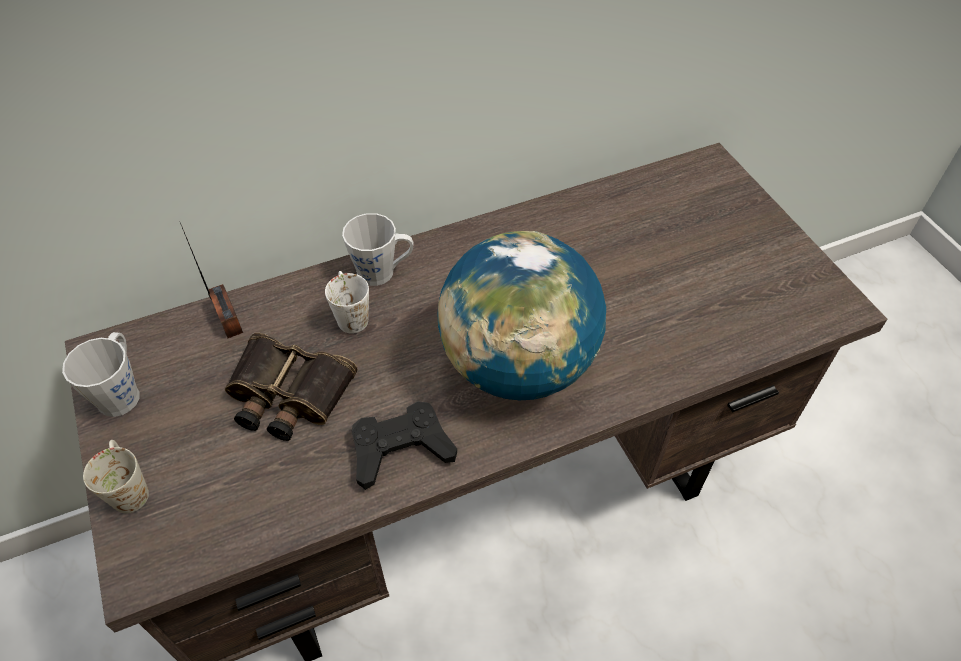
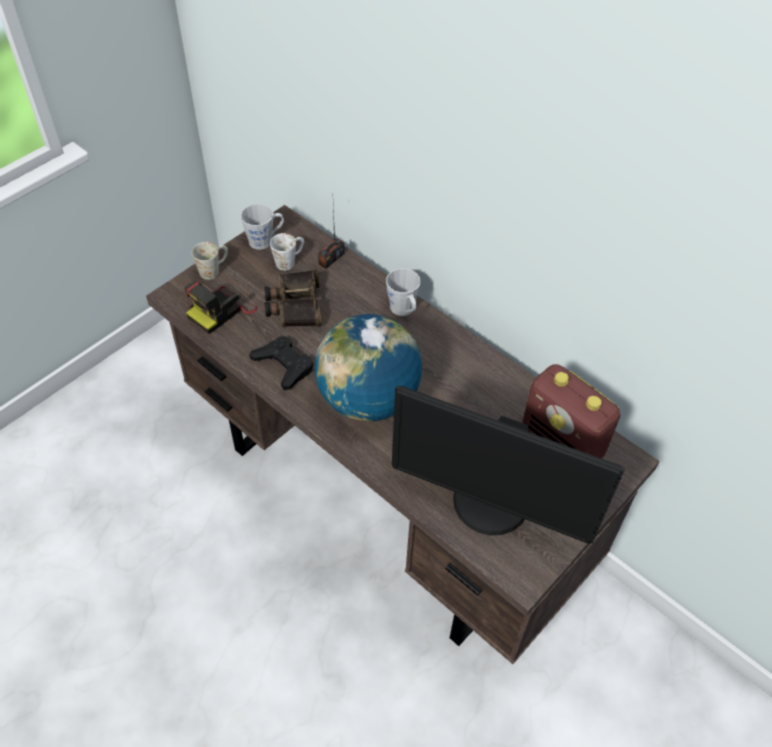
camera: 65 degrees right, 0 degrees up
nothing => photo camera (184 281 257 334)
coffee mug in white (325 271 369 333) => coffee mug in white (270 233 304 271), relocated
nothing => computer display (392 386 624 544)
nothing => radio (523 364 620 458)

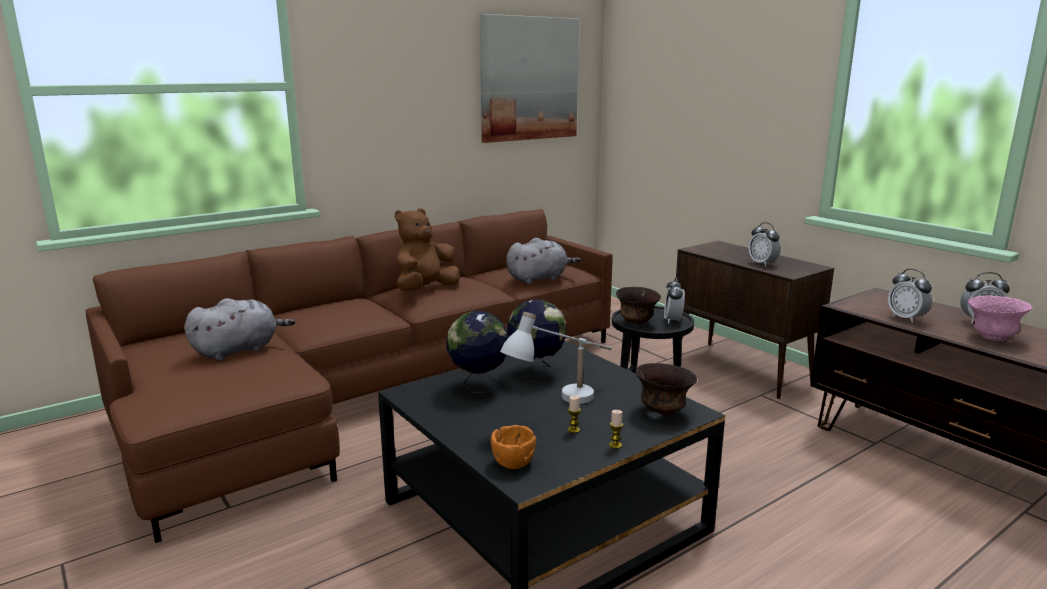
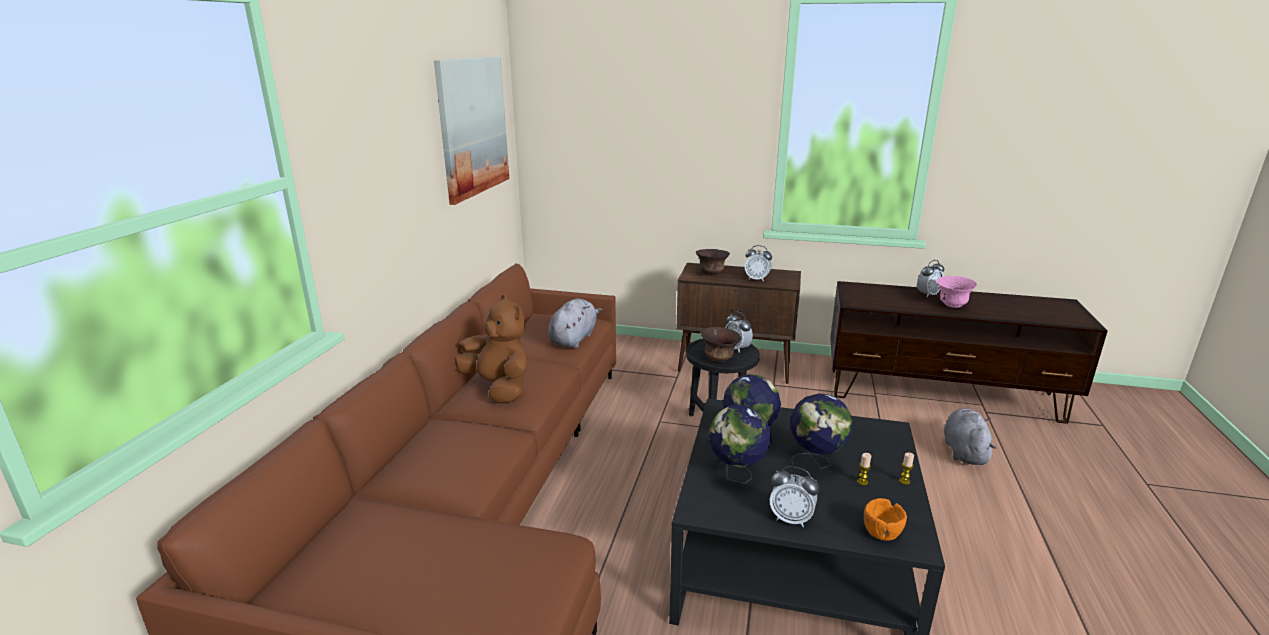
camera: 40 degrees left, 5 degrees up
cuddly toy in brownish (395 208 460 291) => cuddly toy in brownish (455 295 527 402), 135 degrees clockwise
bowl in brownish (635 363 697 416) => bowl in brownish (696 249 730 275), relocated
alarm clock (888 269 932 323) => alarm clock (770 466 819 527), relocated
lamp for a table in white (500 311 612 404) => desk globe (791 393 853 469)
cuddly toy in grey (184 298 295 361) => cuddly toy in grey (944 408 996 465), relocated

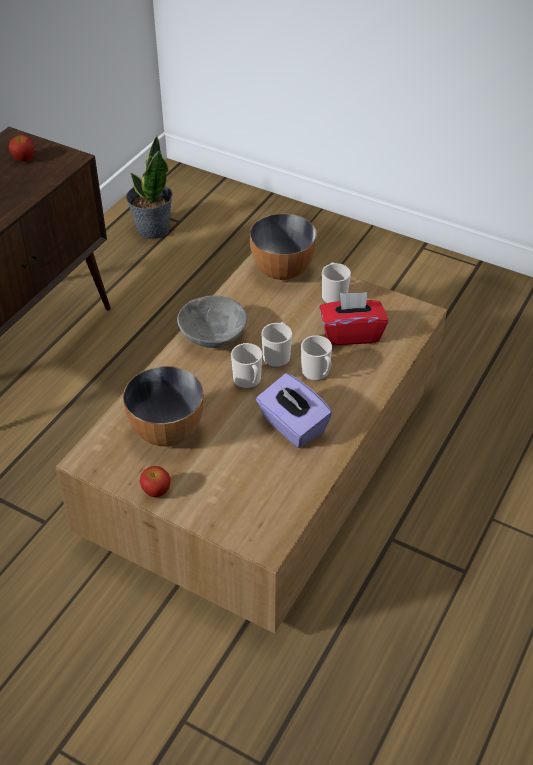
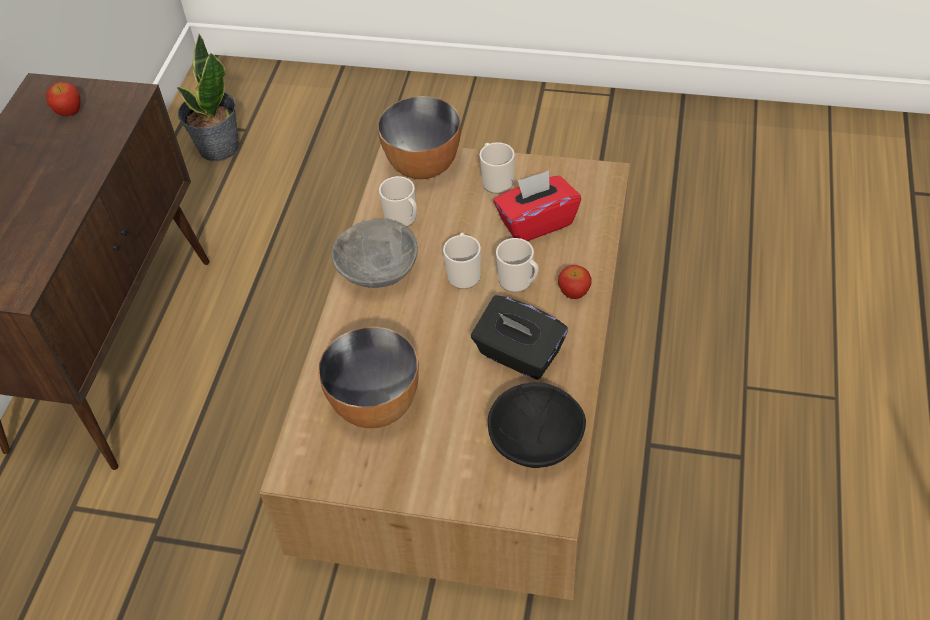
camera: 15 degrees left, 5 degrees up
coffee mug (231 343 262 389) => coffee mug (379 176 417 227), relocated
box of tissues in purple (256 373 332 448) => box of tissues in black-coloured (471 295 568 380)
nothing => bowl in black-coloured (488 382 586 468)
whole apple (140 466 171 497) => whole apple (558 265 592 299), relocated

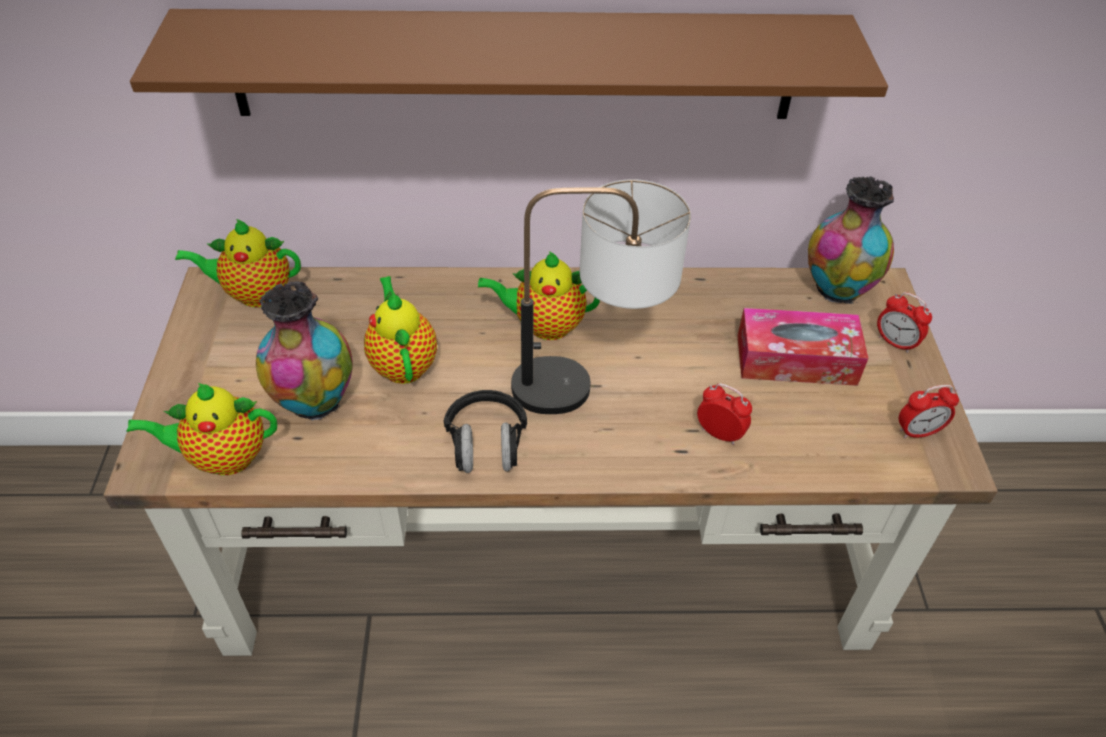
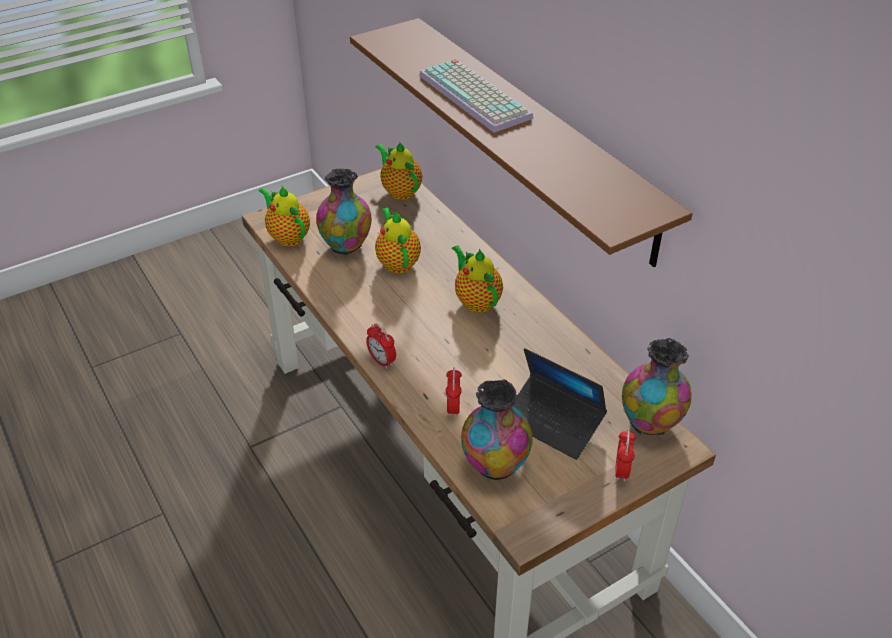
camera: 60 degrees right, 5 degrees down
alarm clock (899 385 959 439) => alarm clock (366 324 396 369), relocated
tea pot (364 276 437 384) => tea pot (375 208 421 274), 60 degrees counterclockwise
nothing => computer keyboard (419 59 533 132)
nothing => decorative vase (461 380 533 481)
box of tissues (737 308 868 386) => notebook computer (512 348 607 460)
headphones in black-coloured (444 390 527 473) => nothing
lamp for a table (511 179 691 414) => nothing

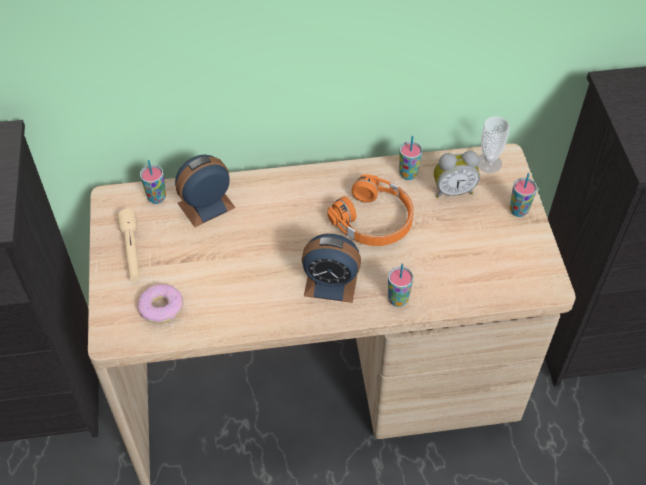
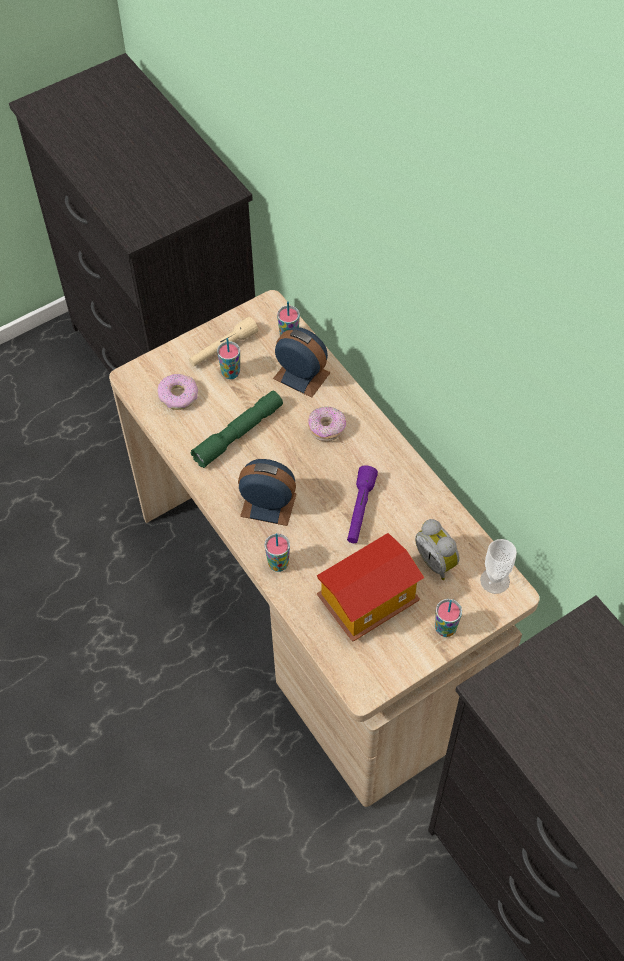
camera: 65 degrees right, 5 degrees up
nothing => flashlight in green (191 391 283 468)
cup (399 136 423 180) => cup (217 338 240 379), relocated
alarm clock (302 234 361 303) => alarm clock (238 459 297 526), 120 degrees clockwise
nothing => donut (308 406 346 441)
nothing => miniature house (317 533 424 641)
headphones in orange-coloured (327 174 414 246) => flashlight in purple (347 465 378 543)

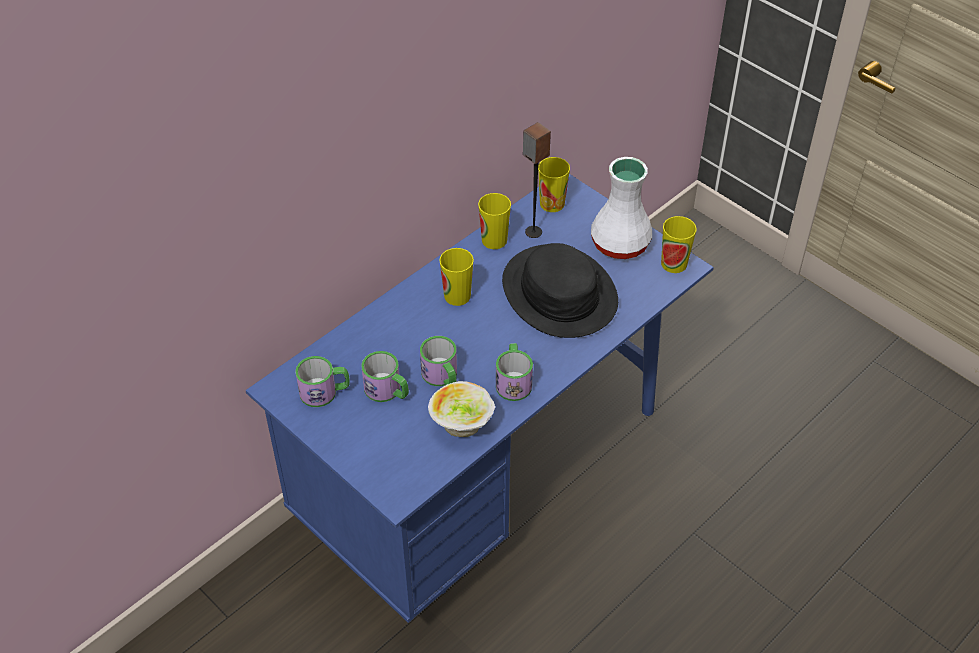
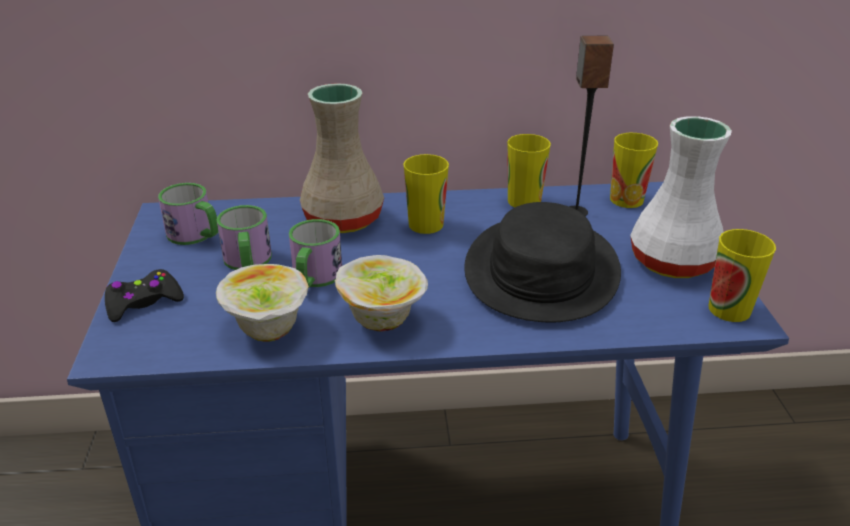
camera: 40 degrees right, 15 degrees down
nothing => joypad in black-coloured (105 269 184 322)
nothing => decorative vase in sand-coloured (300 83 384 233)
coffee mug (496 343 533 401) => bowl (335 255 428 331)

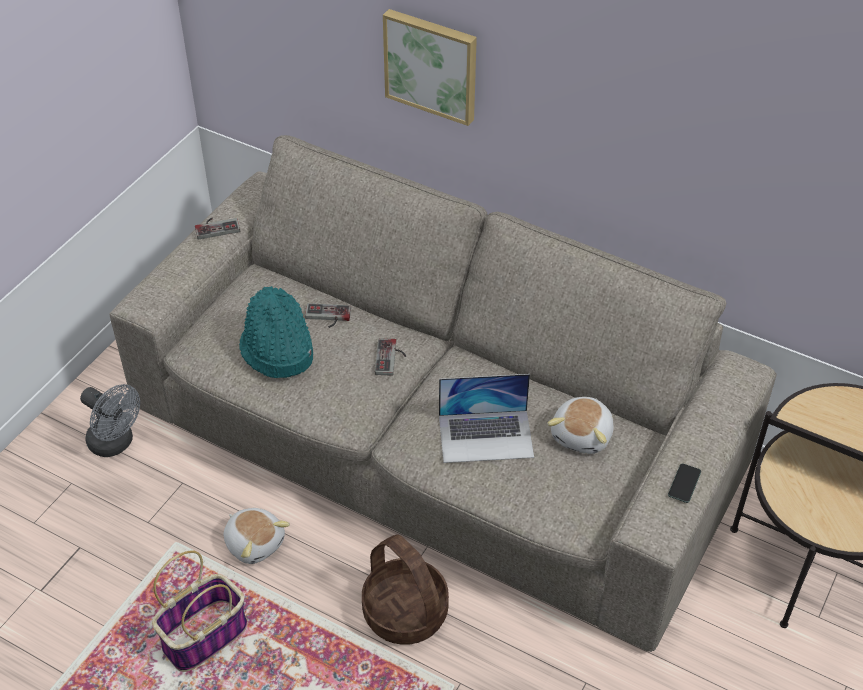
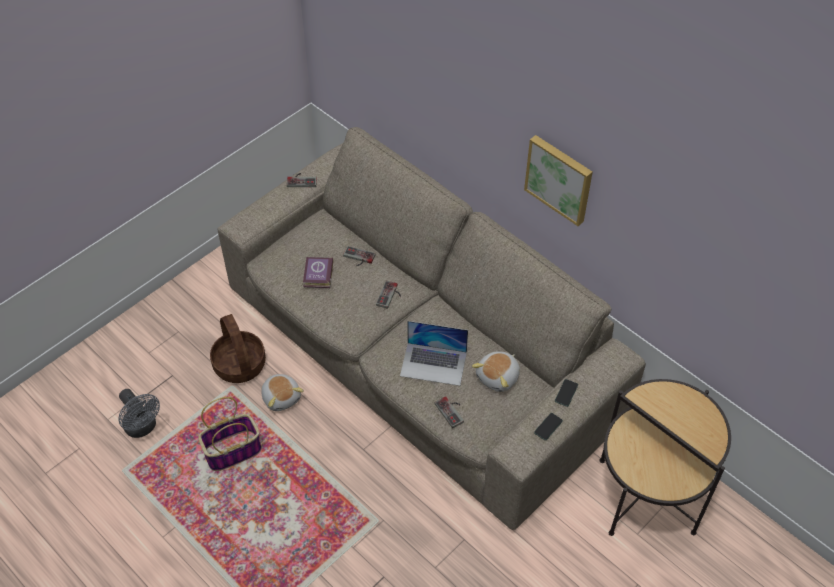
camera: 15 degrees right, 5 degrees up
cooling fan in grey (80 384 140 457) => cooling fan in grey (118 389 160 438), relocated
storage basket (362 534 449 645) => storage basket (210 314 266 383), relocated
clothing hat in blue-green (239 286 313 378) => volume (303 257 334 288)
nothing => joypad (435 396 464 428)
wall picture (383 9 477 126) => wall picture (524 135 593 226), relocated
nothing => phone (555 379 578 407)

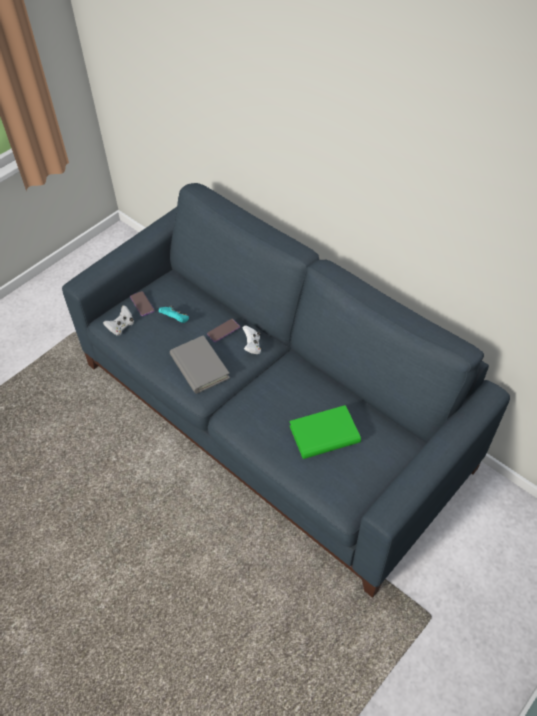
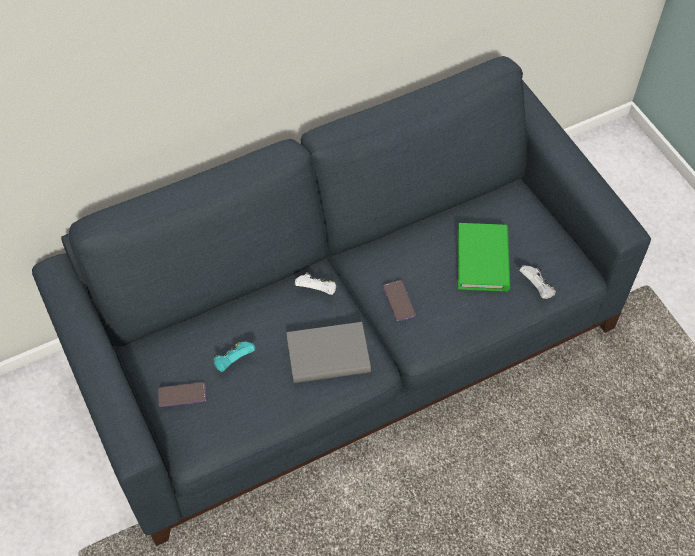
camera: 70 degrees left, 5 degrees up
phone (207 319 240 342) => phone (383 280 416 321), relocated
joypad in white (103 305 134 336) => joypad in white (519 266 556 299), relocated

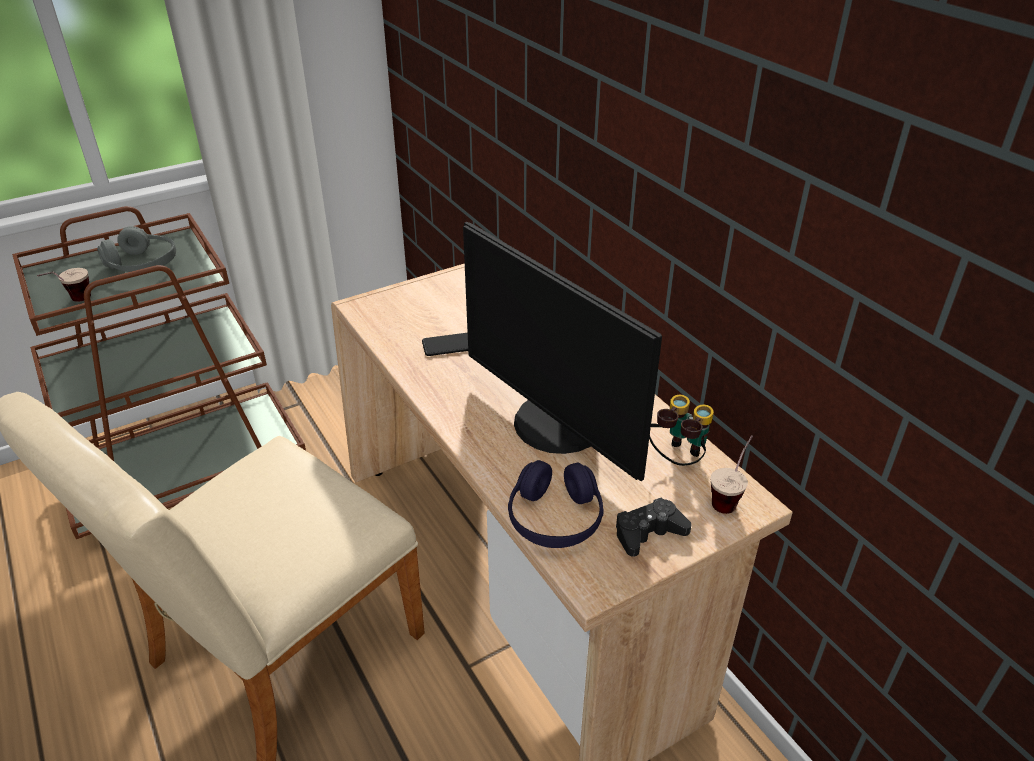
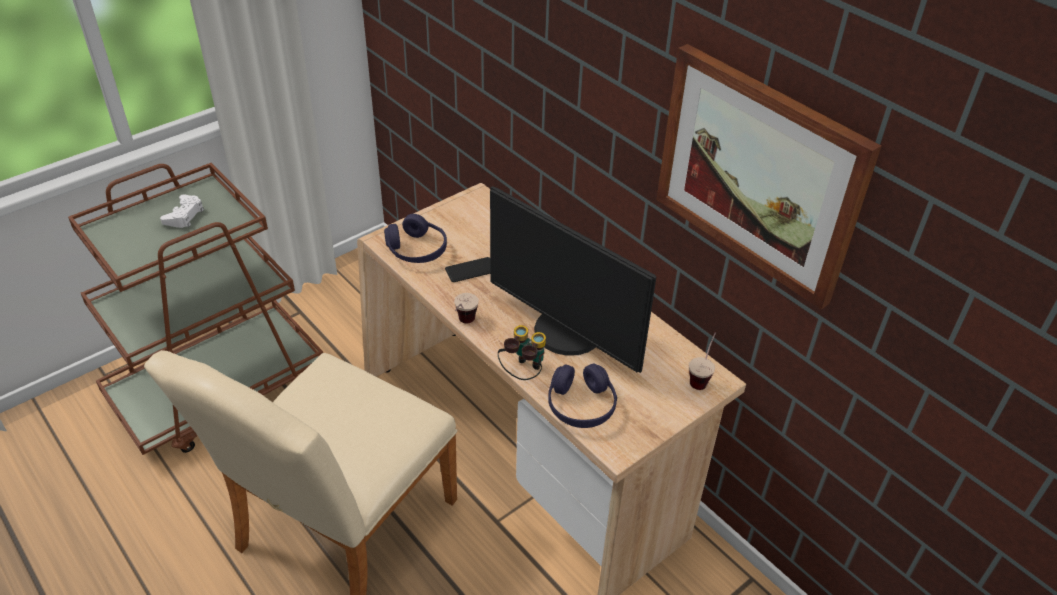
camera: 10 degrees left, 5 degrees up
headphones in grey (97 226 176 272) => joypad in white (160 194 204 228)
nothing => headphones in purple (384 214 447 263)
cup (37 268 91 302) => cup (454 293 479 323), relocated
field glasses (649 395 714 466) => field glasses (498 325 546 380), relocated
nothing => wall picture (657 44 881 309)
joypad in black-coloured (616 498 692 557) => nothing

